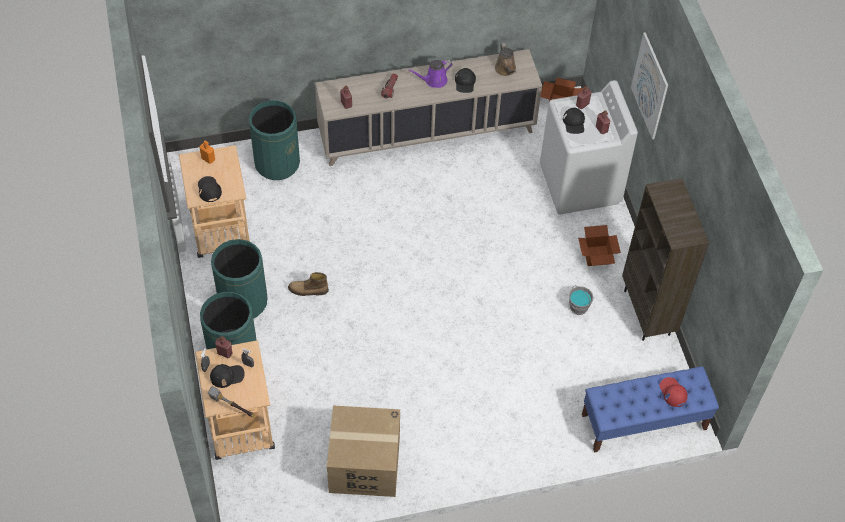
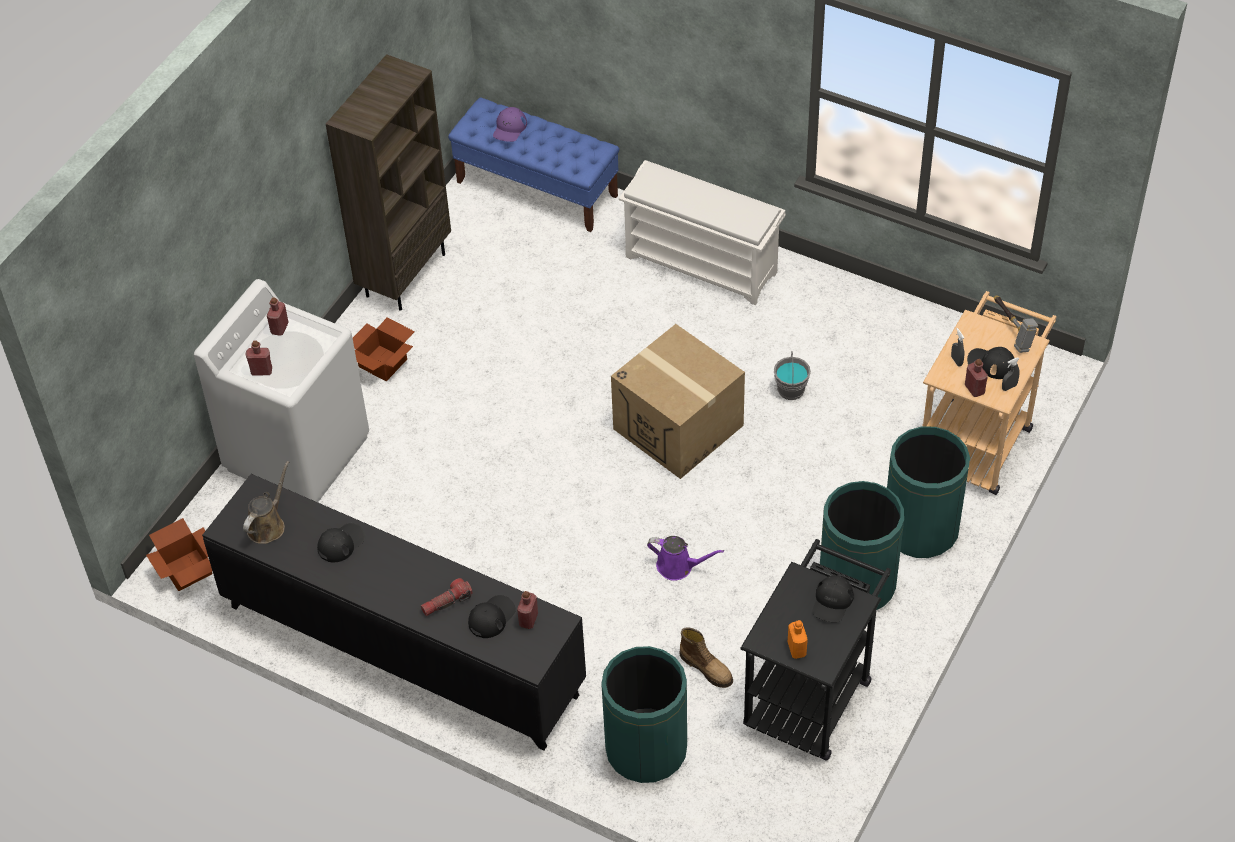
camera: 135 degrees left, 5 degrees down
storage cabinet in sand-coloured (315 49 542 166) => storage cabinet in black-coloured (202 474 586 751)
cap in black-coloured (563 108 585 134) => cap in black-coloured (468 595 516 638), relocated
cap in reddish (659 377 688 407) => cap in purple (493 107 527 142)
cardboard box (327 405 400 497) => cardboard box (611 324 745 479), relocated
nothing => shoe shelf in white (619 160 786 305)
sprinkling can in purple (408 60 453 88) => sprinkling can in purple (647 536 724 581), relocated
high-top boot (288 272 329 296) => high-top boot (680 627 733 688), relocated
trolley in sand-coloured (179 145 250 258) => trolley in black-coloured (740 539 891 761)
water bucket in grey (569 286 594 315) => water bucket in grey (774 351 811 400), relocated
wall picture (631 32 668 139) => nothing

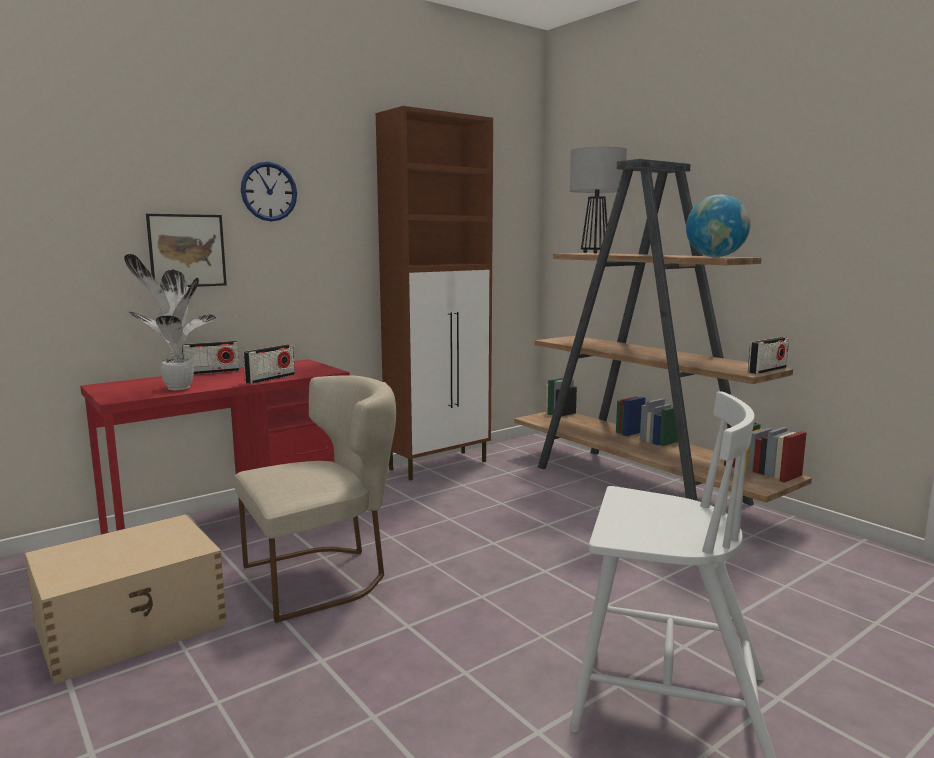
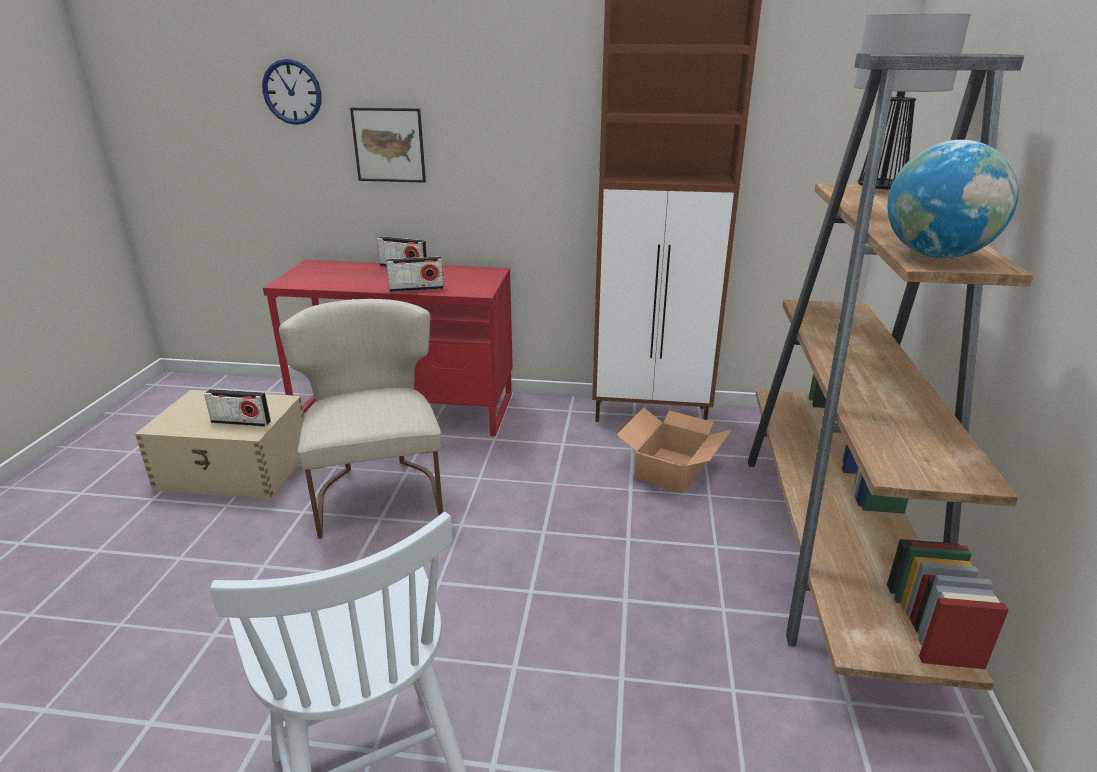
camera: 45 degrees right, 15 degrees up
radio (748 337 789 374) => radio (204 389 271 427), relocated
hanging clock (241 162 297 221) => hanging clock (262 59 321 125), relocated
chair in sand-coloured (234 375 396 623) => chair in sand-coloured (279 299 443 539), 120 degrees counterclockwise
nothing => cardboard box (617 407 732 494)
plant in a pot (124 254 216 390) => nothing

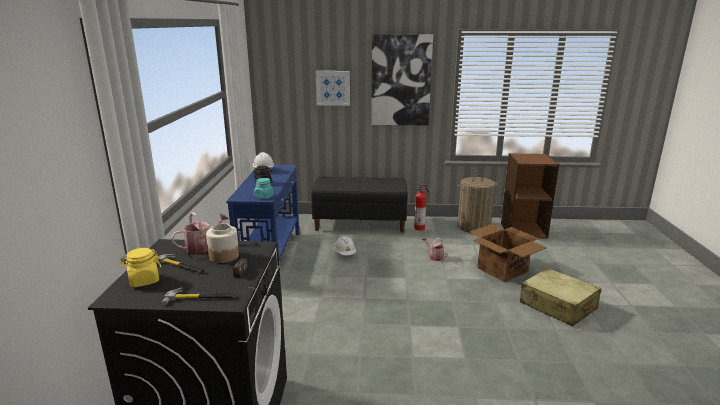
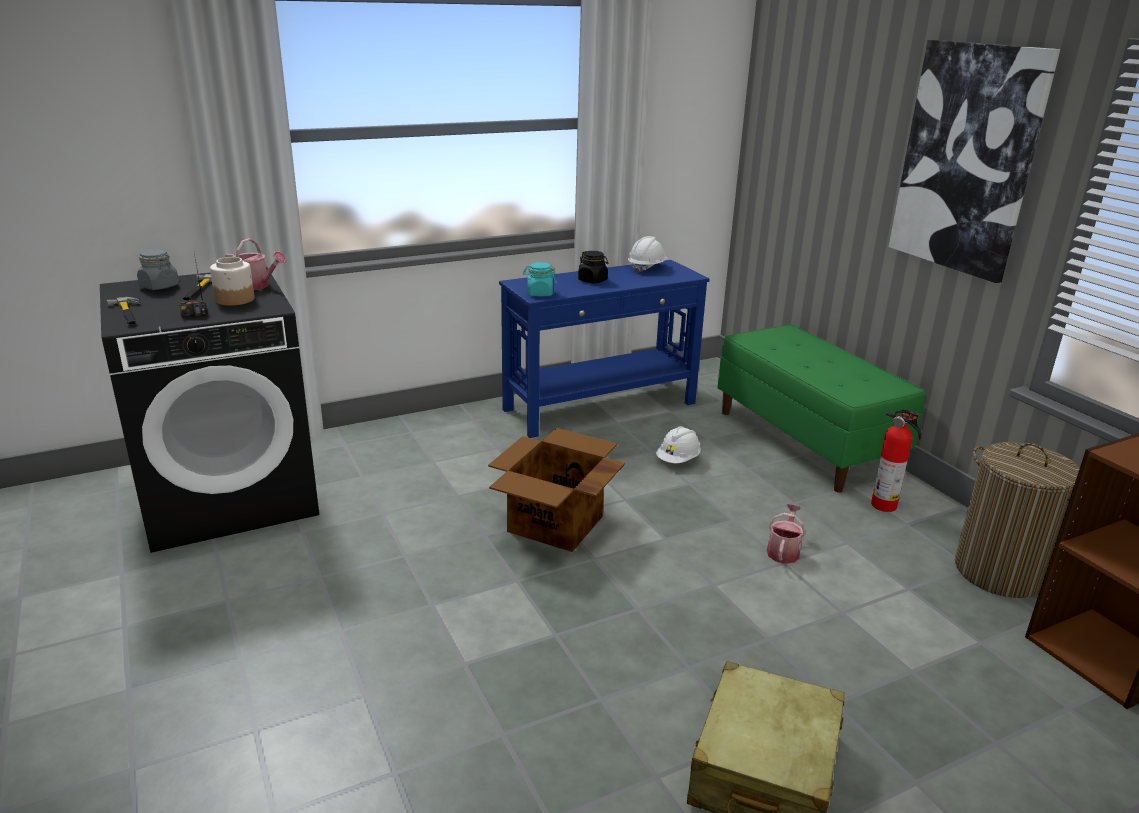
camera: 60 degrees right, 5 degrees up
storage jar in yellow (120 248 161 287) => storage jar in grey (137 249 179 290)
cardboard box (469 224 547 282) => cardboard box (488 428 625 552), relocated
bench in black-coloured (311 177 408 233) => bench in green (718 325 925 493)
wall picture (316 71 350 106) => nothing

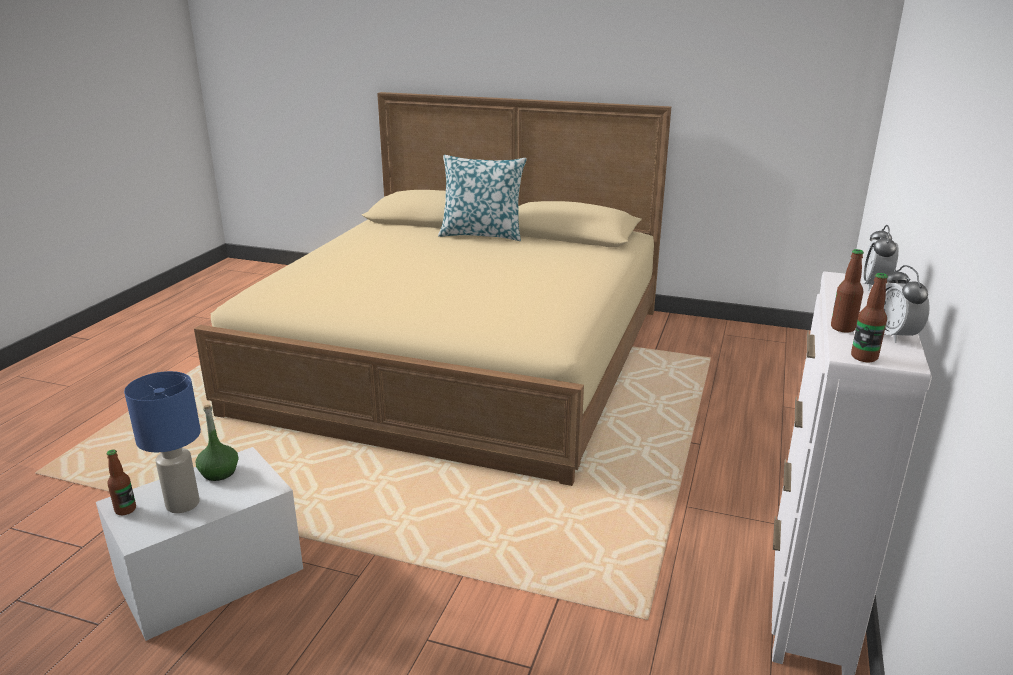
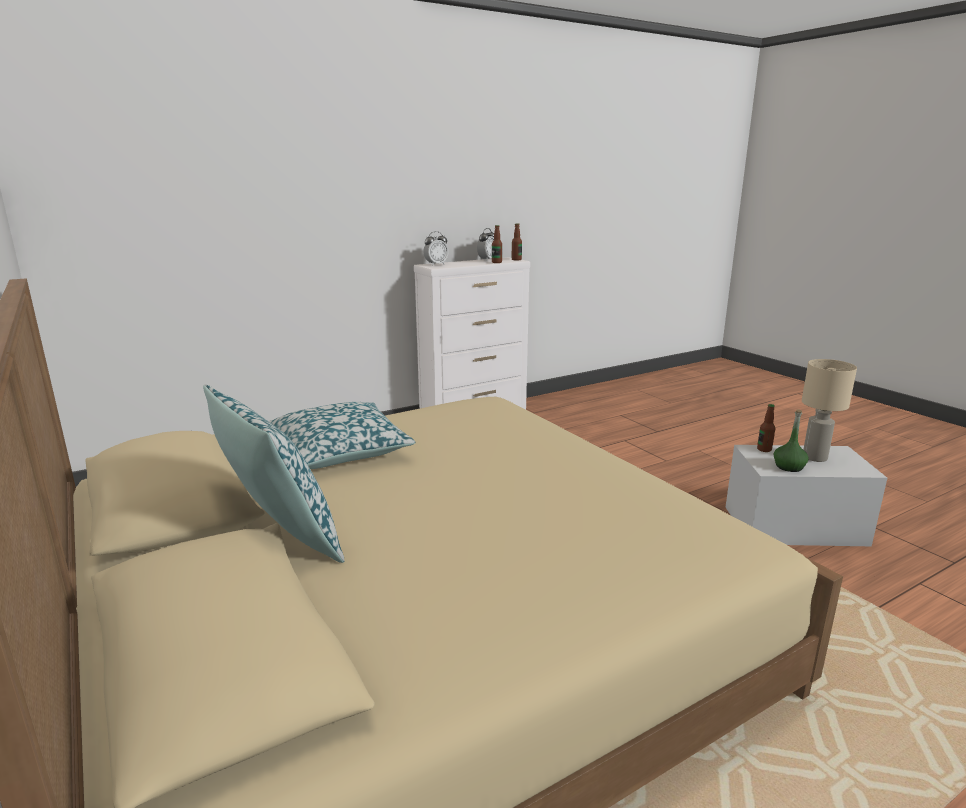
camera: 140 degrees left, 5 degrees down
nothing => cushion (269 402 415 469)
drink bottle (107 450 136 515) => drink bottle (757 404 775 452), relocated
lamp for a table in bluish (124 371 201 513) => lamp for a table in sand-coloured (802 359 857 462)

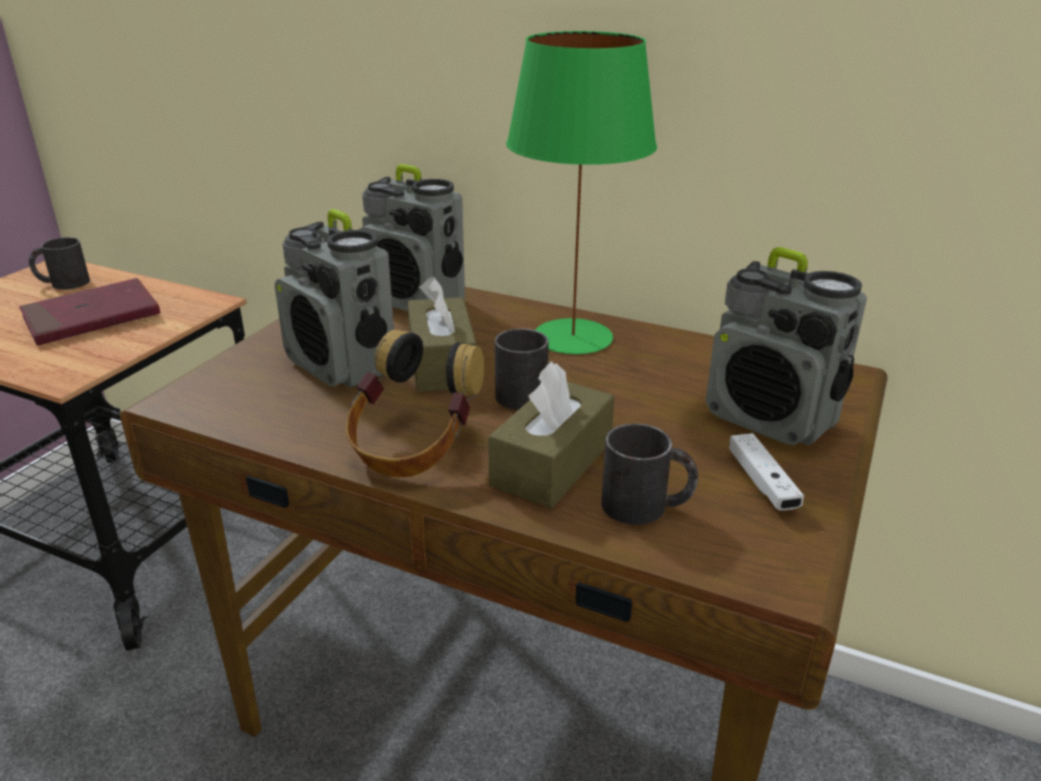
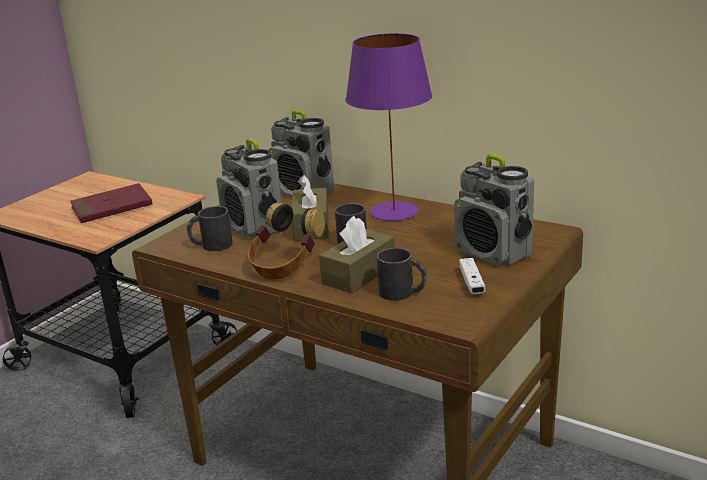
camera: 10 degrees right, 5 degrees down
coffee mug in black-coloured (29 237 90 290) => coffee mug in black-coloured (187 206 233 251), relocated
lamp for a table in green (506 31 657 354) => lamp for a table in purple (345 33 432 221)

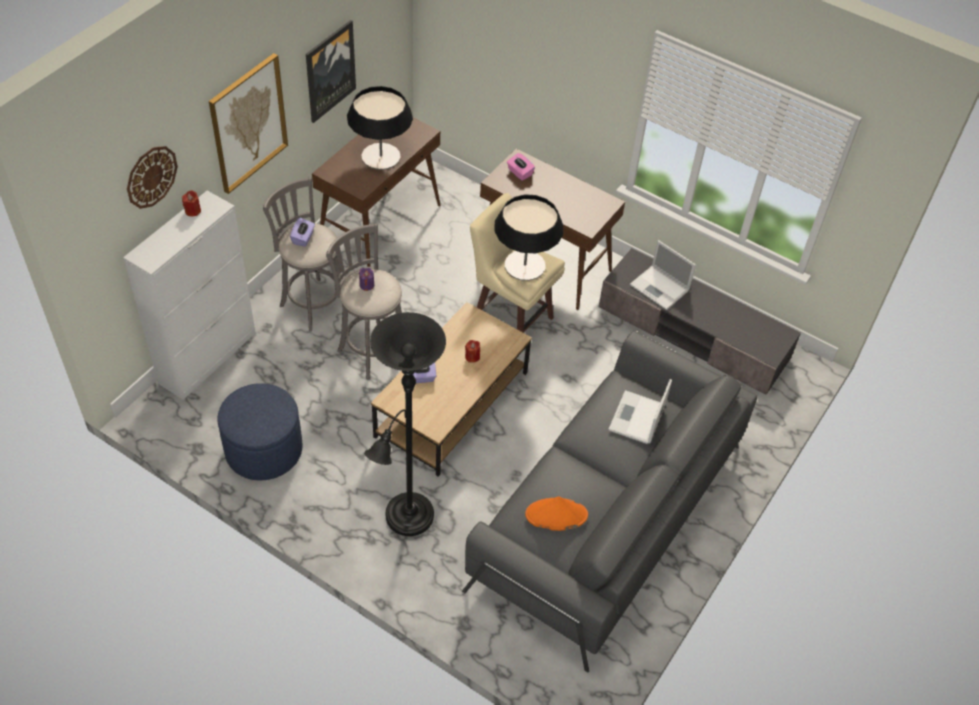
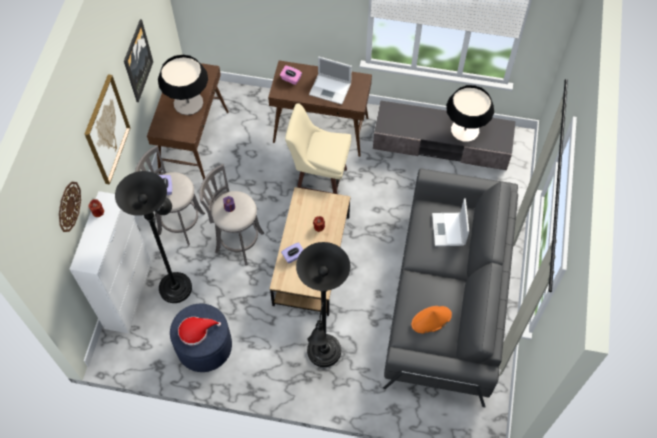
camera: 20 degrees left, 10 degrees up
nothing => standard lamp in black-coloured (115 171 192 303)
nothing => clothing hat in reddish (178 317 221 345)
notebook computer (630 240 696 310) => notebook computer (309 56 352 105), relocated
lamp for a table (494 194 563 281) => lamp for a table (446 85 494 142), relocated

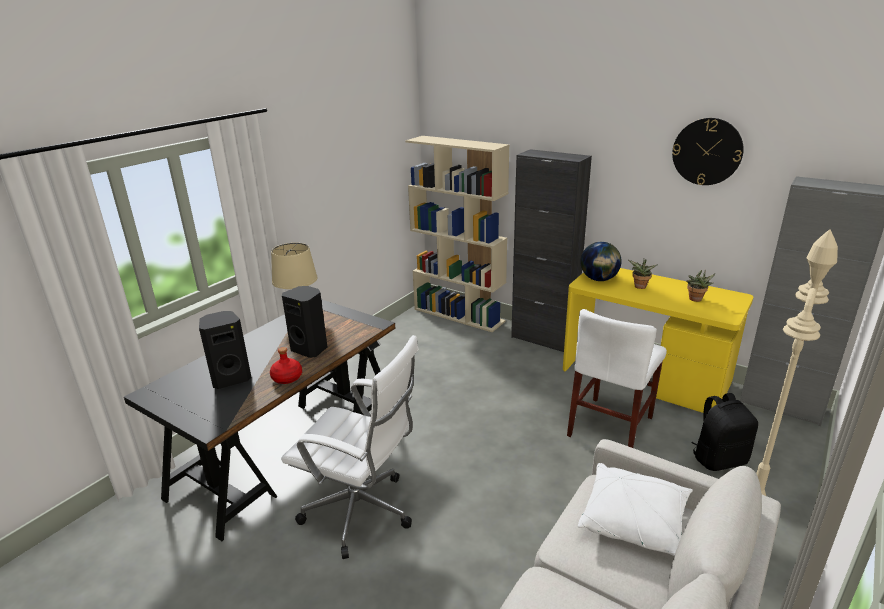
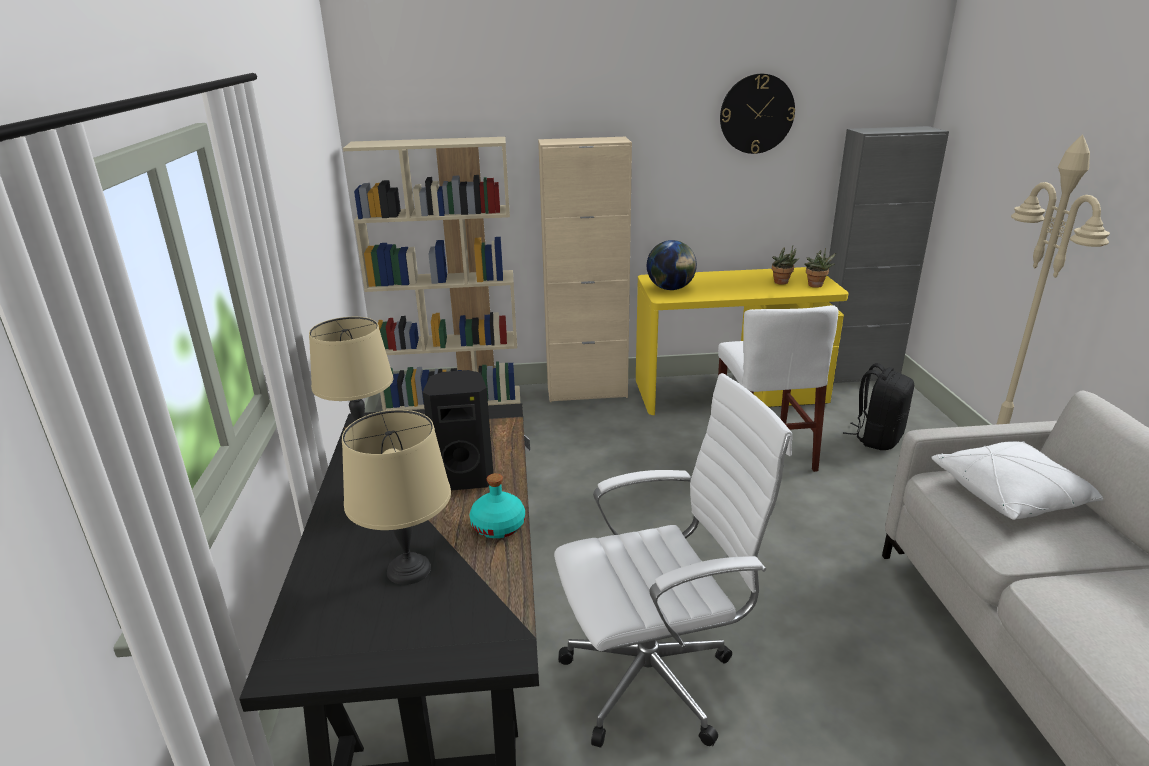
camera: 40 degrees left, 0 degrees up
loudspeaker in black-coloured (199 311 251 389) => lamp for a table in sand-coloured (342 410 451 585)
drink bottle in reddish (270 347 302 384) => drink bottle in blue-green (470 473 525 538)
storage cabinet in black-coloured (511 149 592 352) => storage cabinet in sand-coloured (538 136 632 402)
plant in a pot (628 259 657 289) => plant in a pot (804 248 836 288), relocated

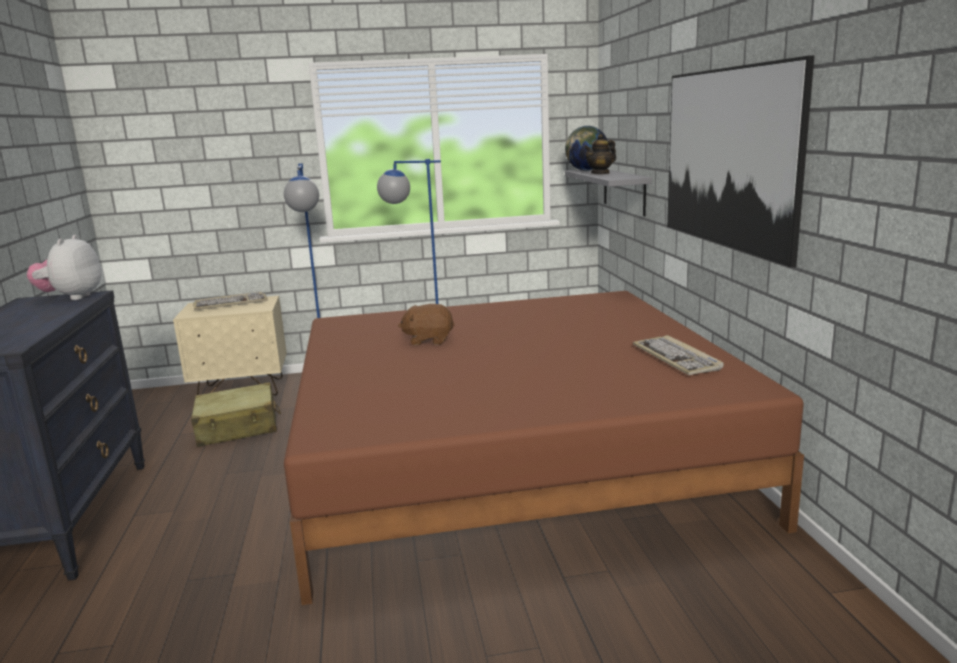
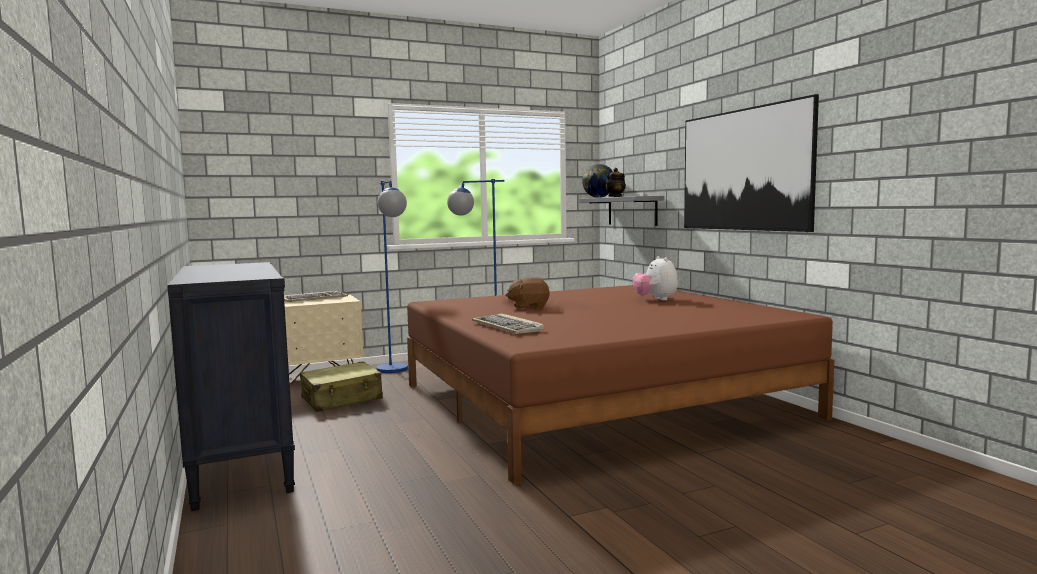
camera: 15 degrees left, 10 degrees down
computer keyboard (633 335 724 375) => computer keyboard (472 313 544 334), relocated
cuddly toy (27 235 102 300) => cuddly toy (633 256 678 300), relocated

